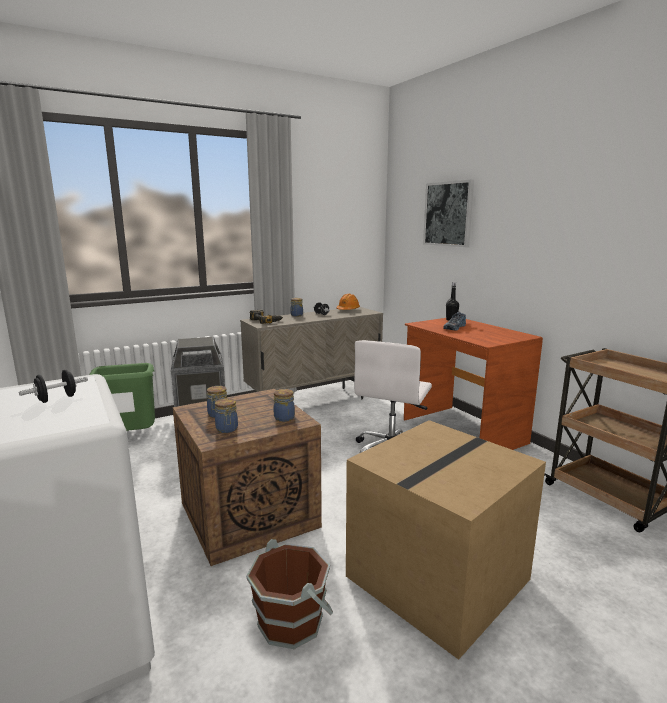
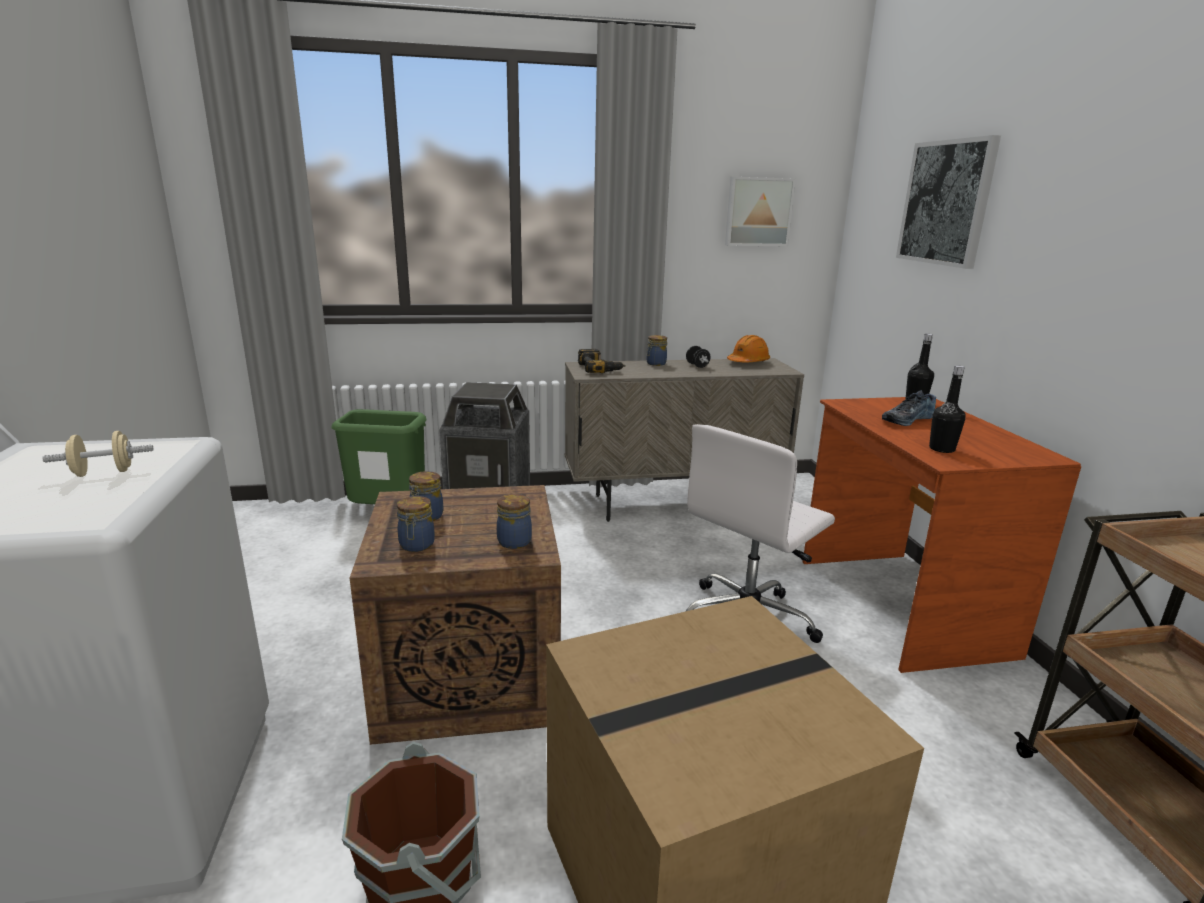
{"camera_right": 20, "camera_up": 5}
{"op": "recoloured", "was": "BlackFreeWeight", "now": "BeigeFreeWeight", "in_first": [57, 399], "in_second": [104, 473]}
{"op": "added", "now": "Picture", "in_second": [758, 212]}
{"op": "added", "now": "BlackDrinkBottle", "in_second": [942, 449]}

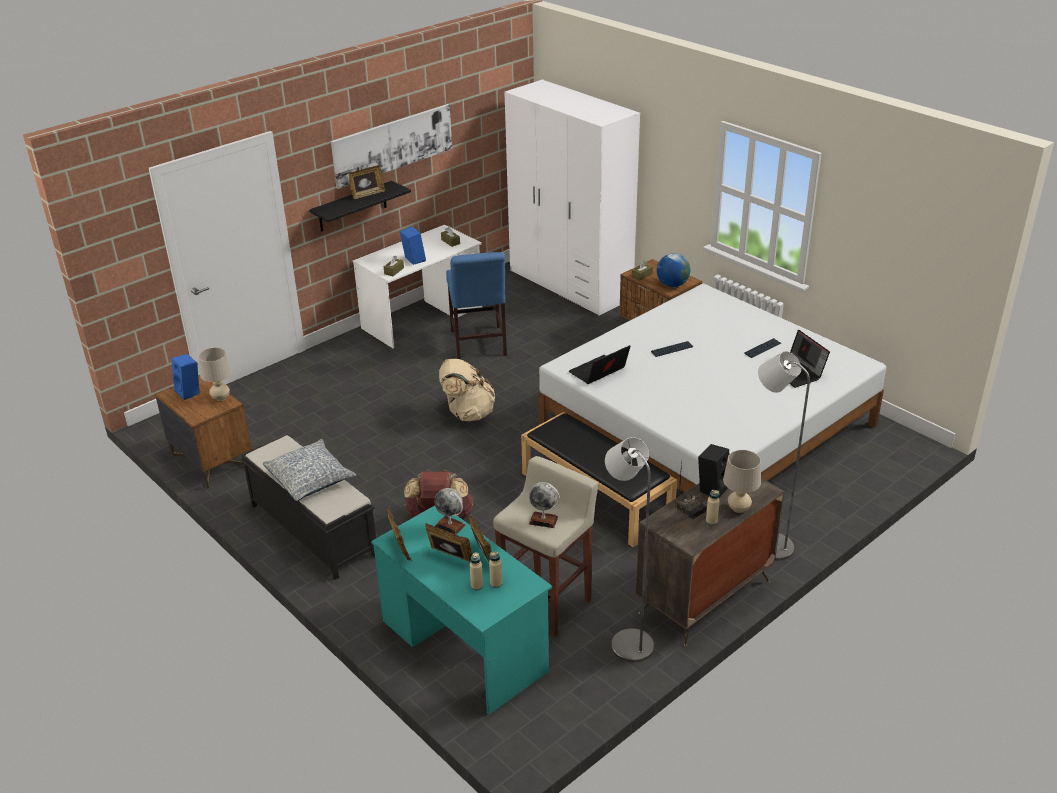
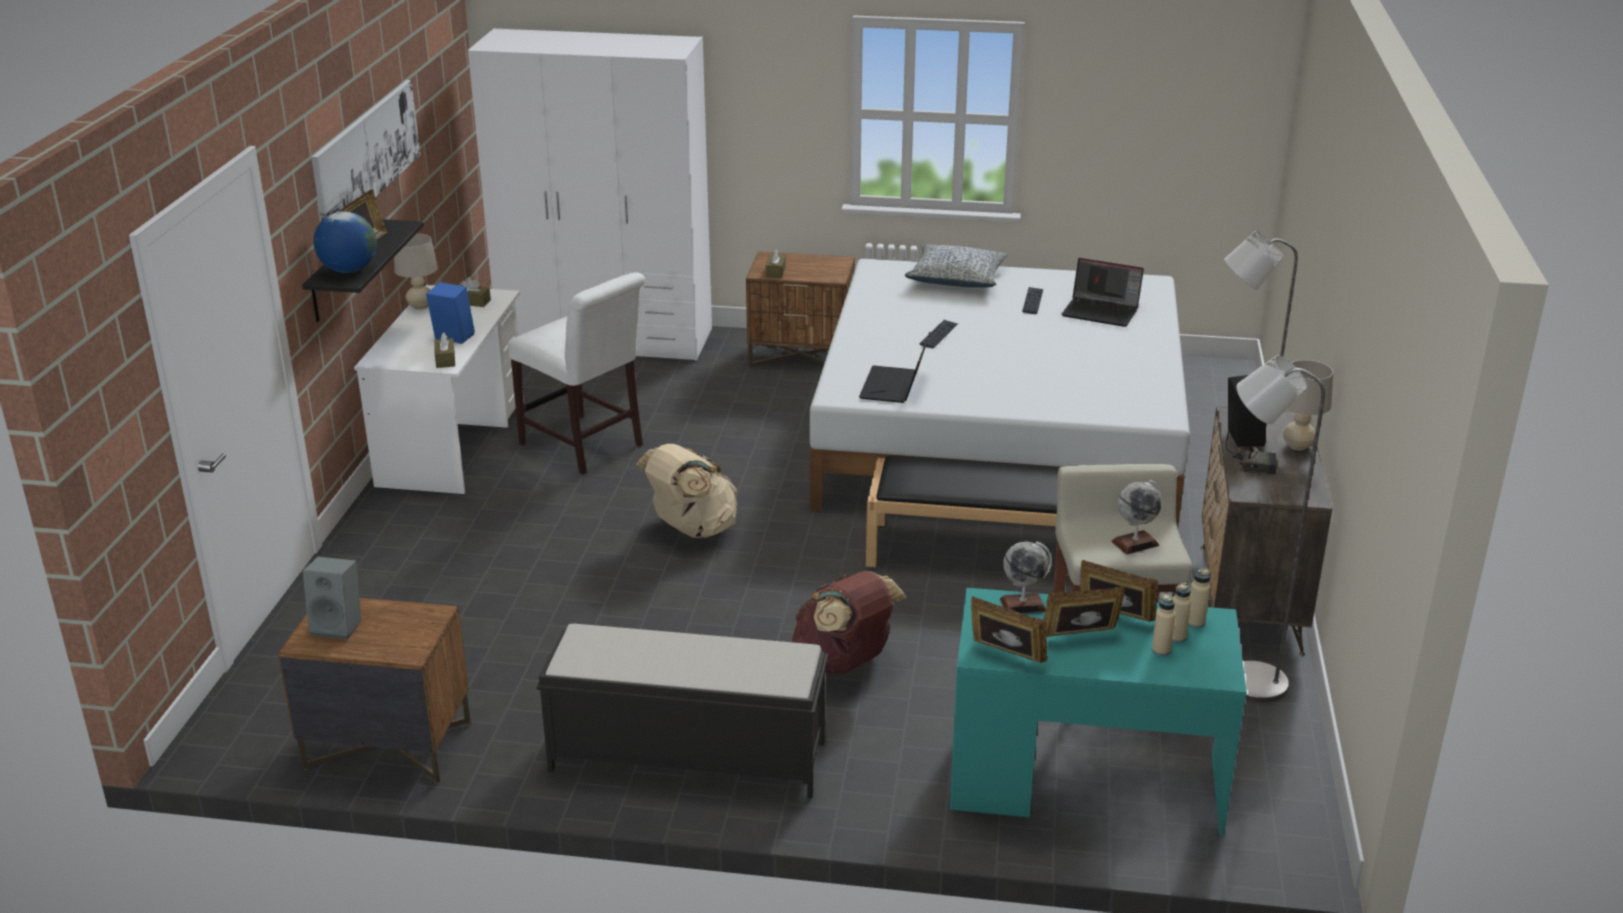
{"camera_right": -40, "camera_up": -5}
{"op": "recoloured", "was": "BlueColouredChair", "now": "WhitishChair", "in_first": [478, 345], "in_second": [585, 447]}
{"op": "moved", "was": "DeskGlobe", "in_first": [672, 285], "in_second": [349, 270]}
{"op": "moved", "was": "BeigeTabletopLamp", "in_first": [220, 398], "in_second": [420, 306]}
{"op": "recoloured", "was": "BlueColouredAudioSpeaker", "now": "GreyishAudioSpeaker", "in_first": [190, 392], "in_second": [339, 626]}
{"op": "moved", "was": "ThrowPillow", "in_first": [310, 479], "in_second": [957, 279]}
{"op": "moved", "was": "BeigeDrinkBottle", "in_first": [711, 521], "in_second": [1195, 622]}

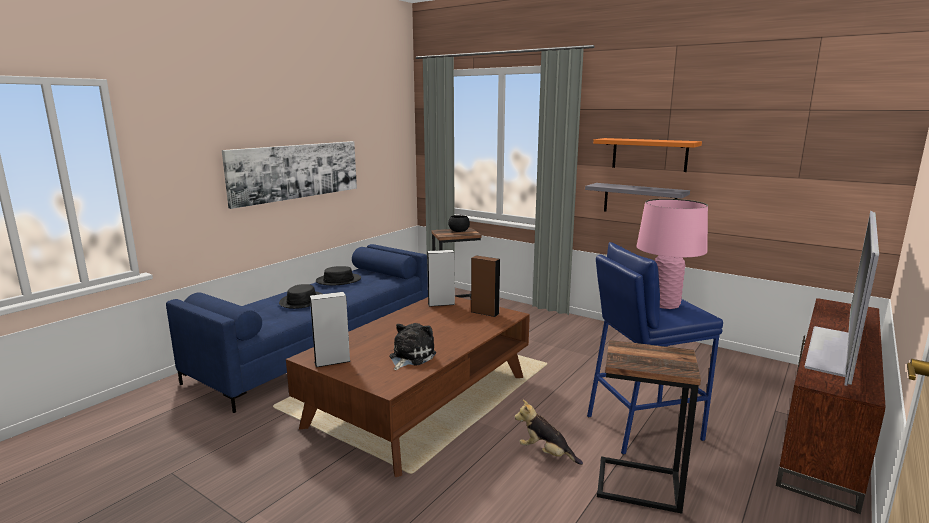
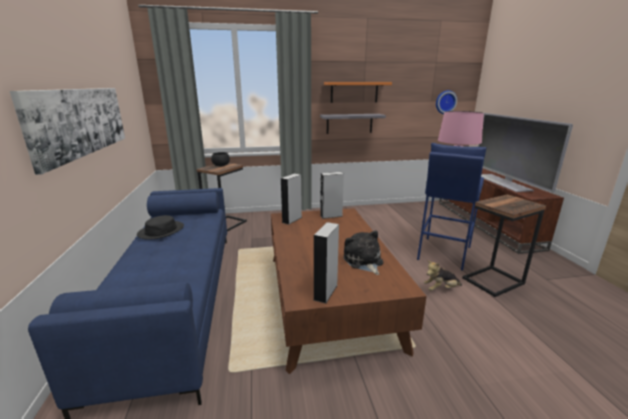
{"camera_right": -45, "camera_up": 5}
{"op": "recoloured", "was": "BrownishAudioSpeaker", "now": "GreyishAudioSpeaker", "in_first": [485, 312], "in_second": [331, 216]}
{"op": "removed", "was": "BlackWearableHat", "in_first": [302, 301]}
{"op": "added", "now": "WallClock", "in_second": [445, 102]}

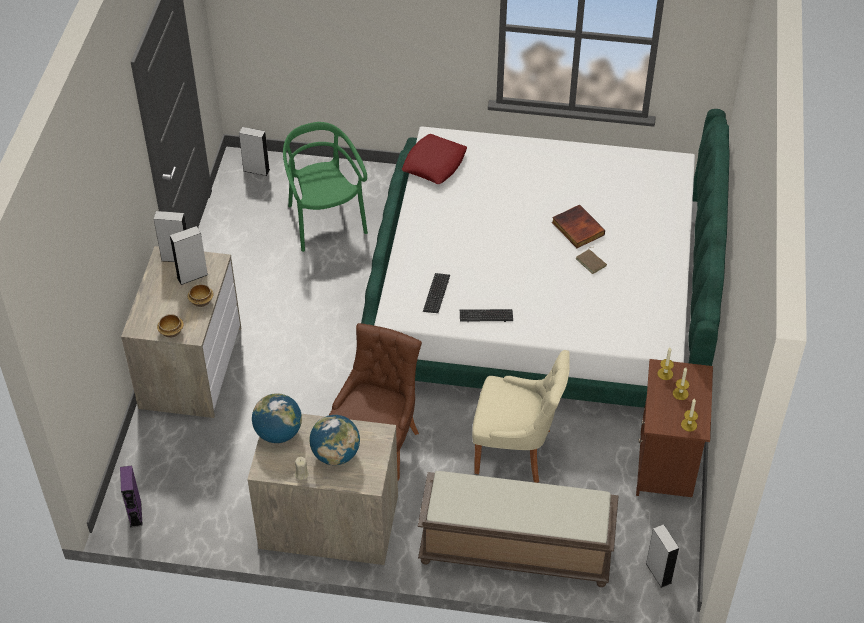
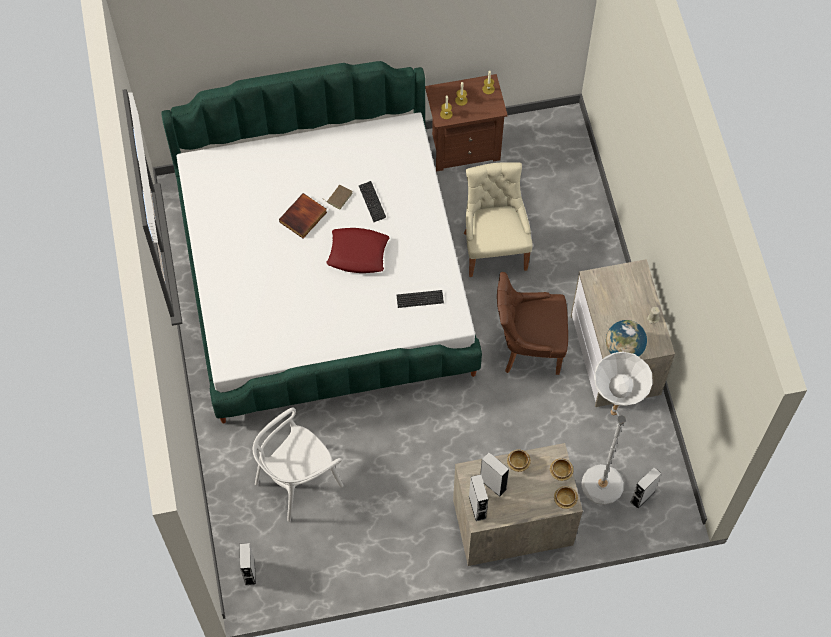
{"camera_right": -110, "camera_up": 15}
{"op": "recoloured", "was": "GreenishChair", "now": "WhitishChair", "in_first": [325, 221], "in_second": [298, 481]}
{"op": "moved", "was": "RedThrowPillow", "in_first": [434, 164], "in_second": [358, 253]}
{"op": "moved", "was": "Keyboard", "in_first": [486, 316], "in_second": [372, 202]}
{"op": "removed", "was": "DeskGlobe", "in_first": [336, 454]}
{"op": "removed", "was": "PurpleColouredAudioSpeaker", "in_first": [135, 514]}
{"op": "removed", "was": "BrownishLongSeat", "in_first": [514, 551]}
{"op": "moved", "was": "GreyishAudioSpeaker", "in_first": [658, 573], "in_second": [642, 496]}
{"op": "added", "now": "WhitishStandingLamp", "in_second": [598, 477]}
{"op": "added", "now": "Bowl", "in_second": [565, 500]}

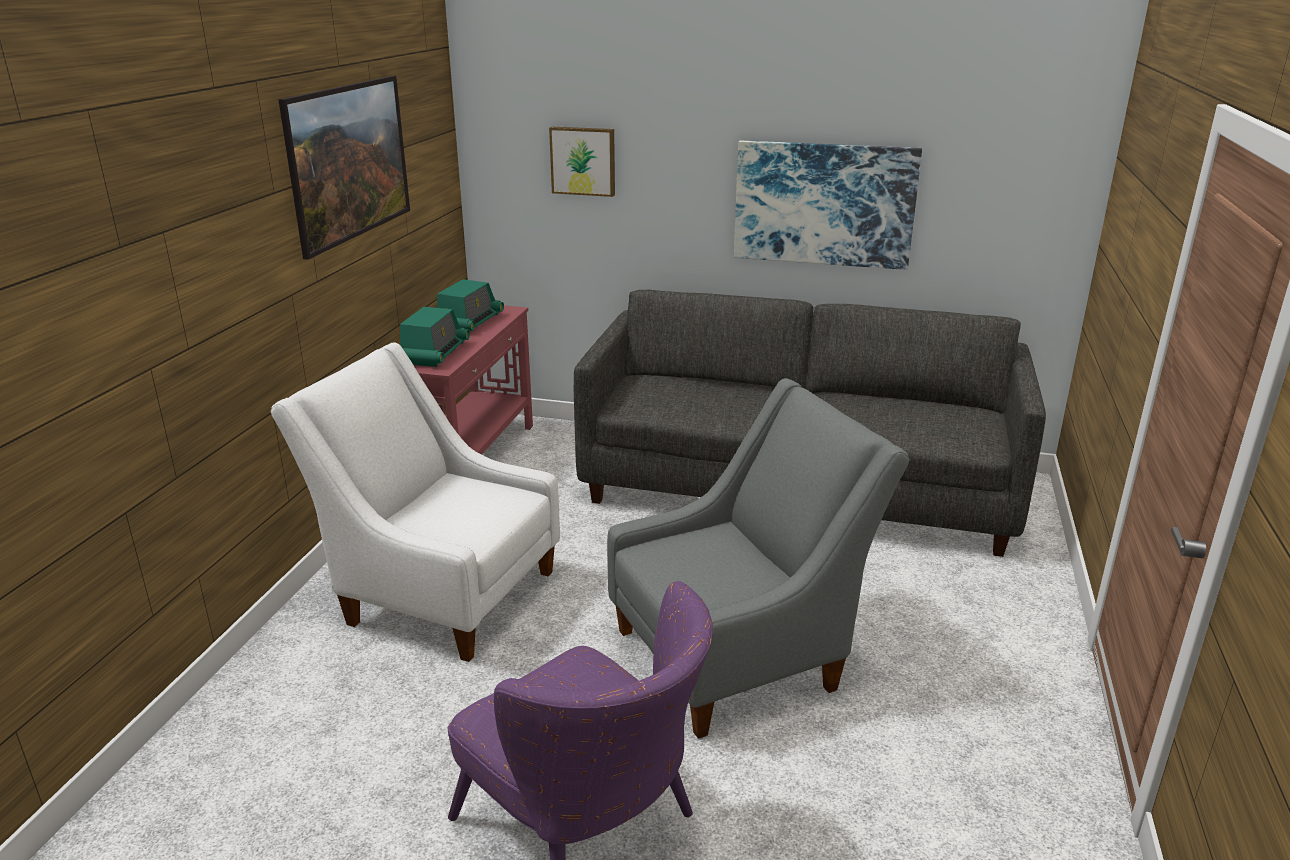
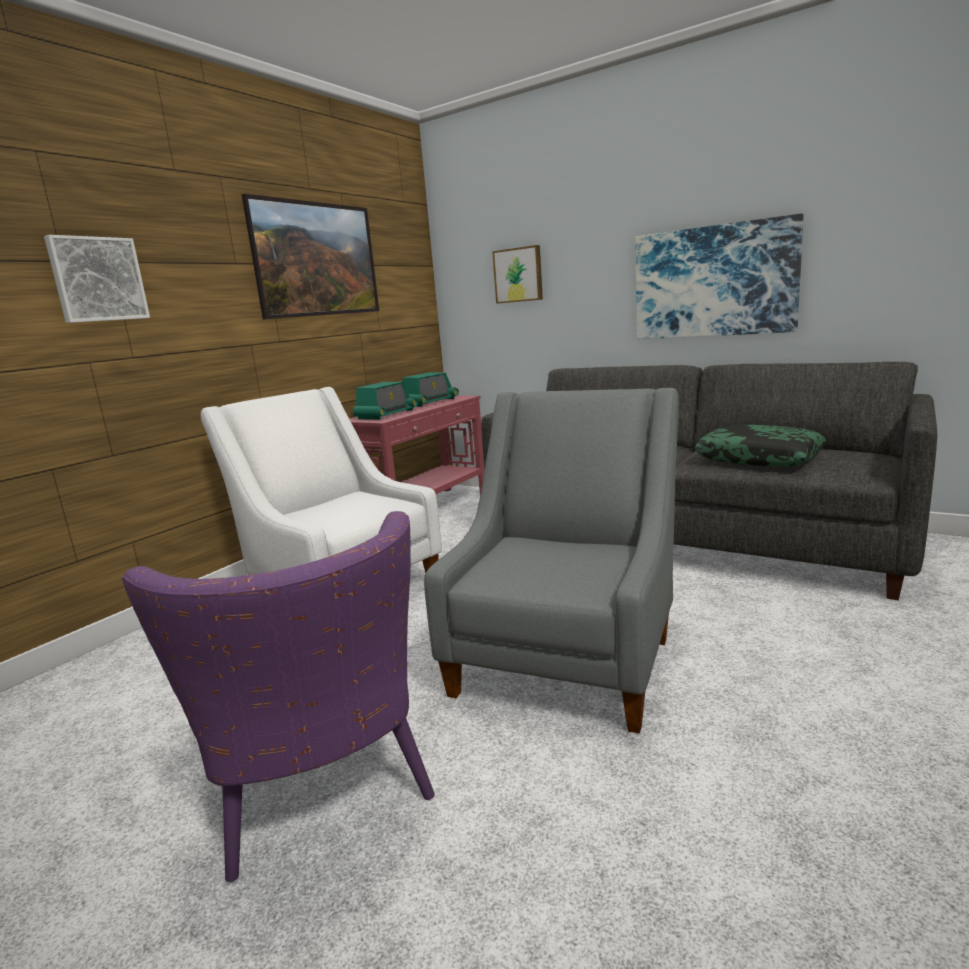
{"camera_right": 20, "camera_up": -10}
{"op": "turned", "was": "GreyishLoungeChair", "in_first": [740, 654], "in_second": [568, 657], "clockwise": -60}
{"op": "added", "now": "Picture", "in_second": [97, 279]}
{"op": "added", "now": "ThrowPillow", "in_second": [758, 458]}

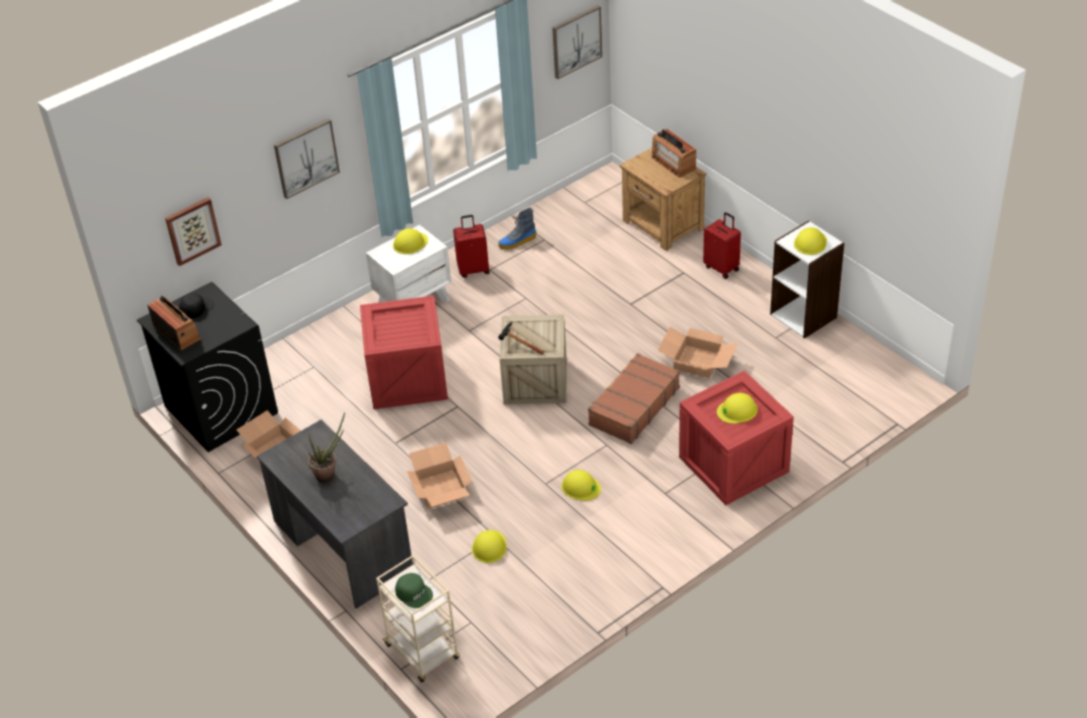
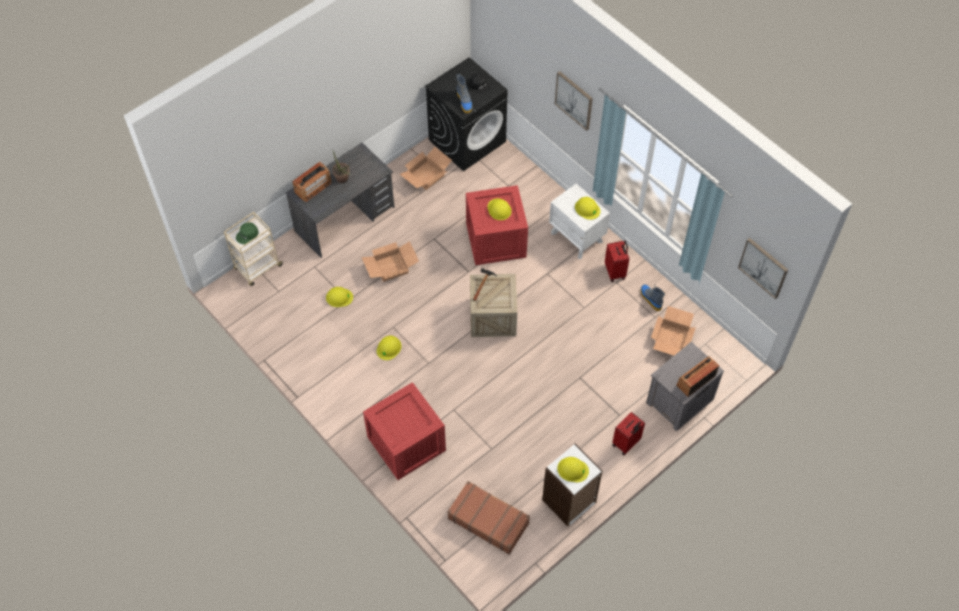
{"camera_right": 85, "camera_up": 15}
{"op": "recoloured", "was": "BrownishBedsideTable", "now": "GreyishBedsideTable", "in_first": [663, 225], "in_second": [678, 401]}
{"op": "removed", "was": "Picture", "in_first": [192, 230]}
{"op": "moved", "was": "Radio", "in_first": [177, 333], "in_second": [313, 187]}
{"op": "moved", "was": "CardboardBox", "in_first": [696, 362], "in_second": [671, 338]}
{"op": "moved", "was": "BrownishTravelCase", "in_first": [633, 406], "in_second": [488, 520]}
{"op": "moved", "was": "YellowHardHat", "in_first": [737, 410], "in_second": [499, 209]}
{"op": "added", "now": "HighTopBoot", "in_second": [464, 102]}

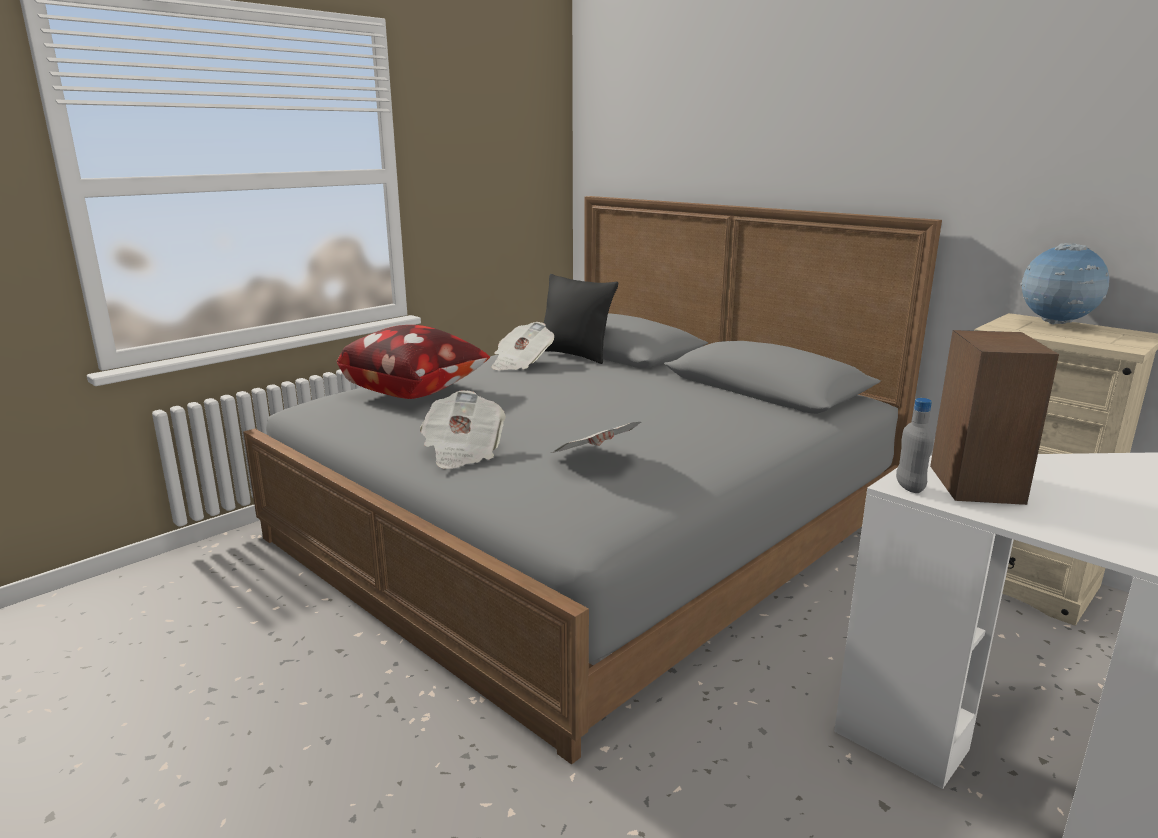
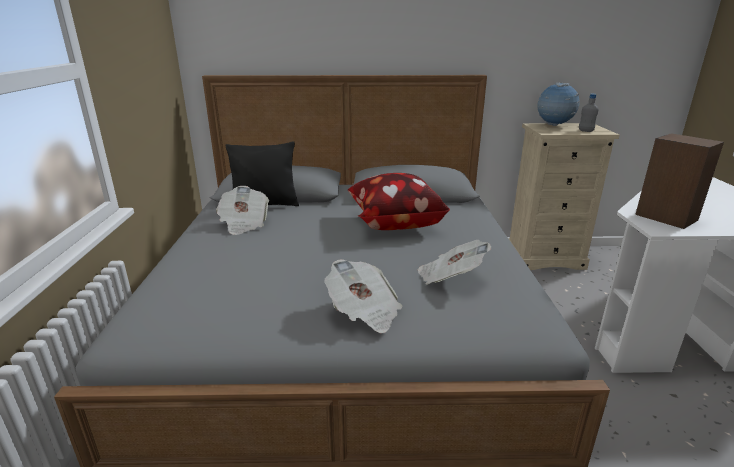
{"camera_right": -45, "camera_up": 5}
{"op": "moved", "was": "ThrowPillow", "in_first": [414, 392], "in_second": [394, 223]}
{"op": "moved", "was": "GreyishDrinkBottle", "in_first": [909, 487], "in_second": [585, 131]}

